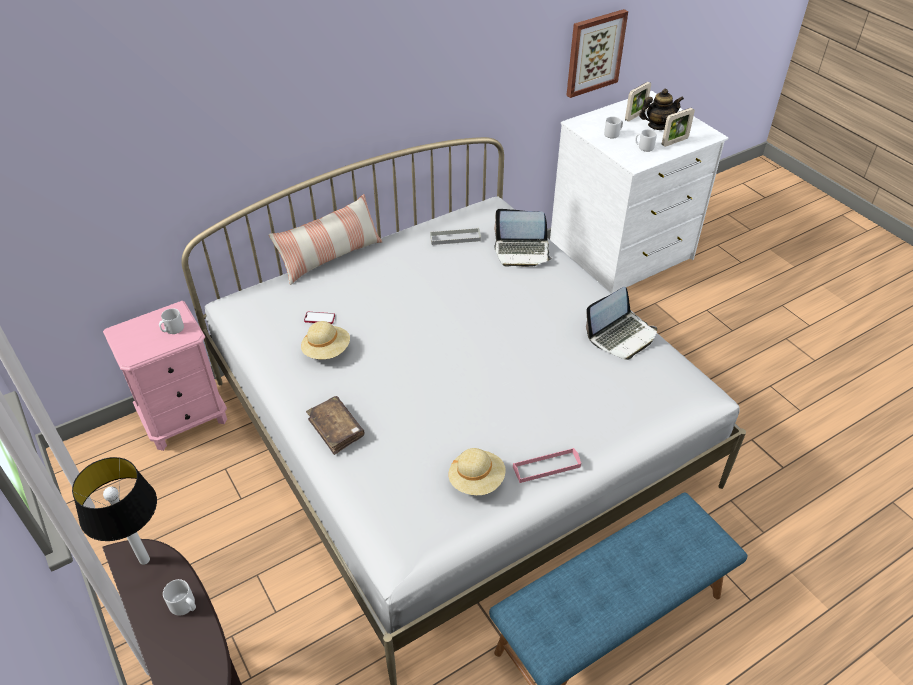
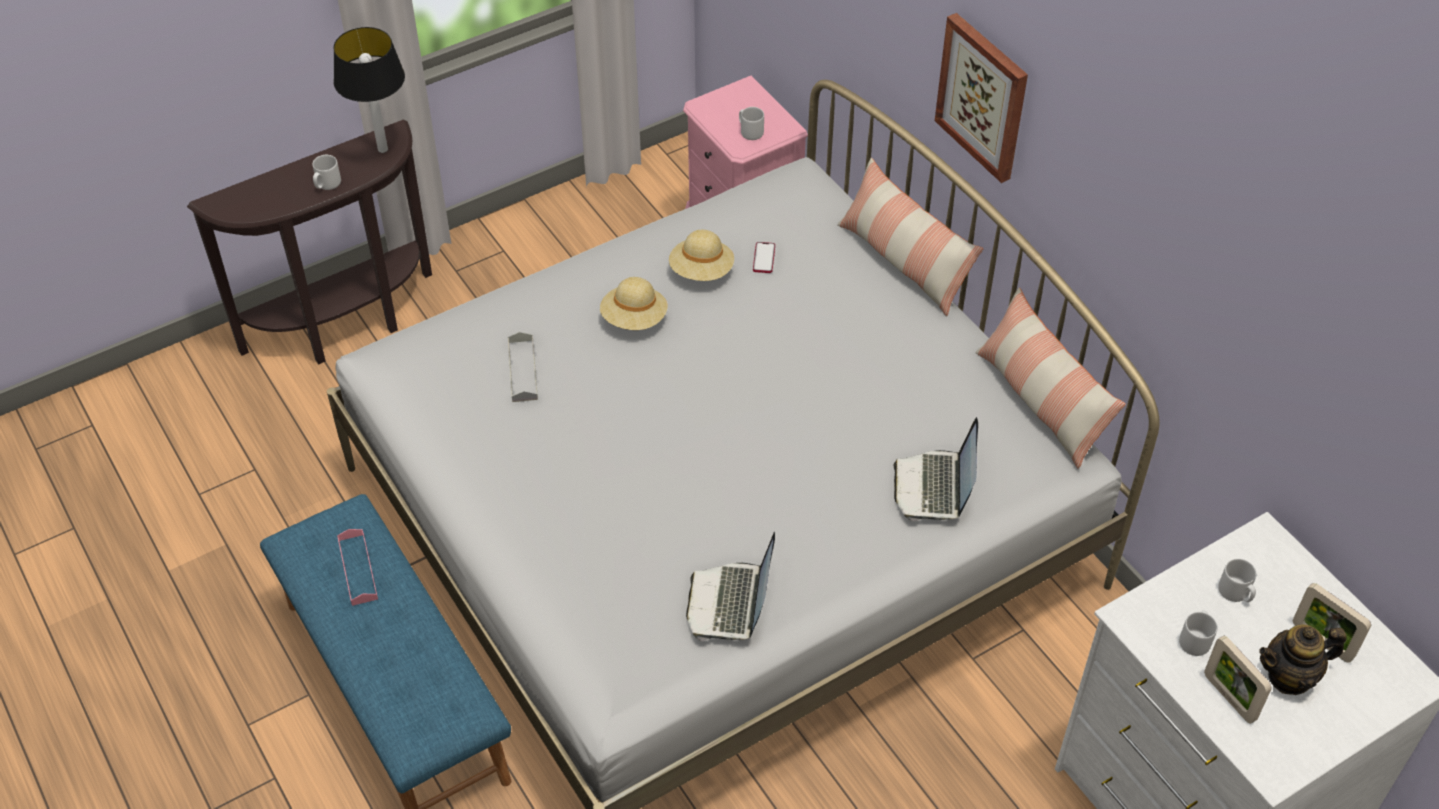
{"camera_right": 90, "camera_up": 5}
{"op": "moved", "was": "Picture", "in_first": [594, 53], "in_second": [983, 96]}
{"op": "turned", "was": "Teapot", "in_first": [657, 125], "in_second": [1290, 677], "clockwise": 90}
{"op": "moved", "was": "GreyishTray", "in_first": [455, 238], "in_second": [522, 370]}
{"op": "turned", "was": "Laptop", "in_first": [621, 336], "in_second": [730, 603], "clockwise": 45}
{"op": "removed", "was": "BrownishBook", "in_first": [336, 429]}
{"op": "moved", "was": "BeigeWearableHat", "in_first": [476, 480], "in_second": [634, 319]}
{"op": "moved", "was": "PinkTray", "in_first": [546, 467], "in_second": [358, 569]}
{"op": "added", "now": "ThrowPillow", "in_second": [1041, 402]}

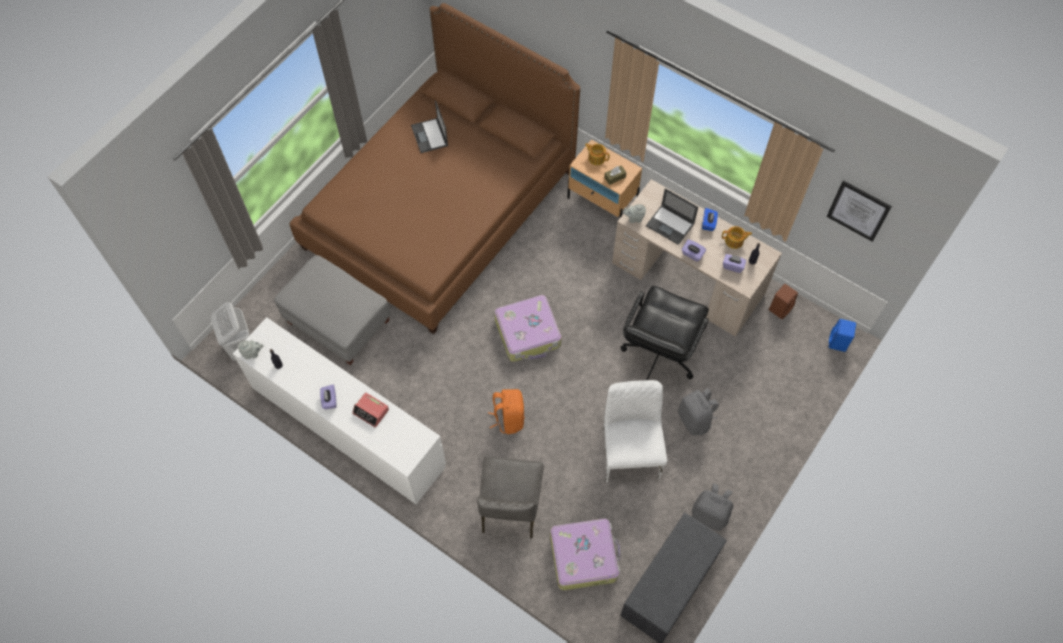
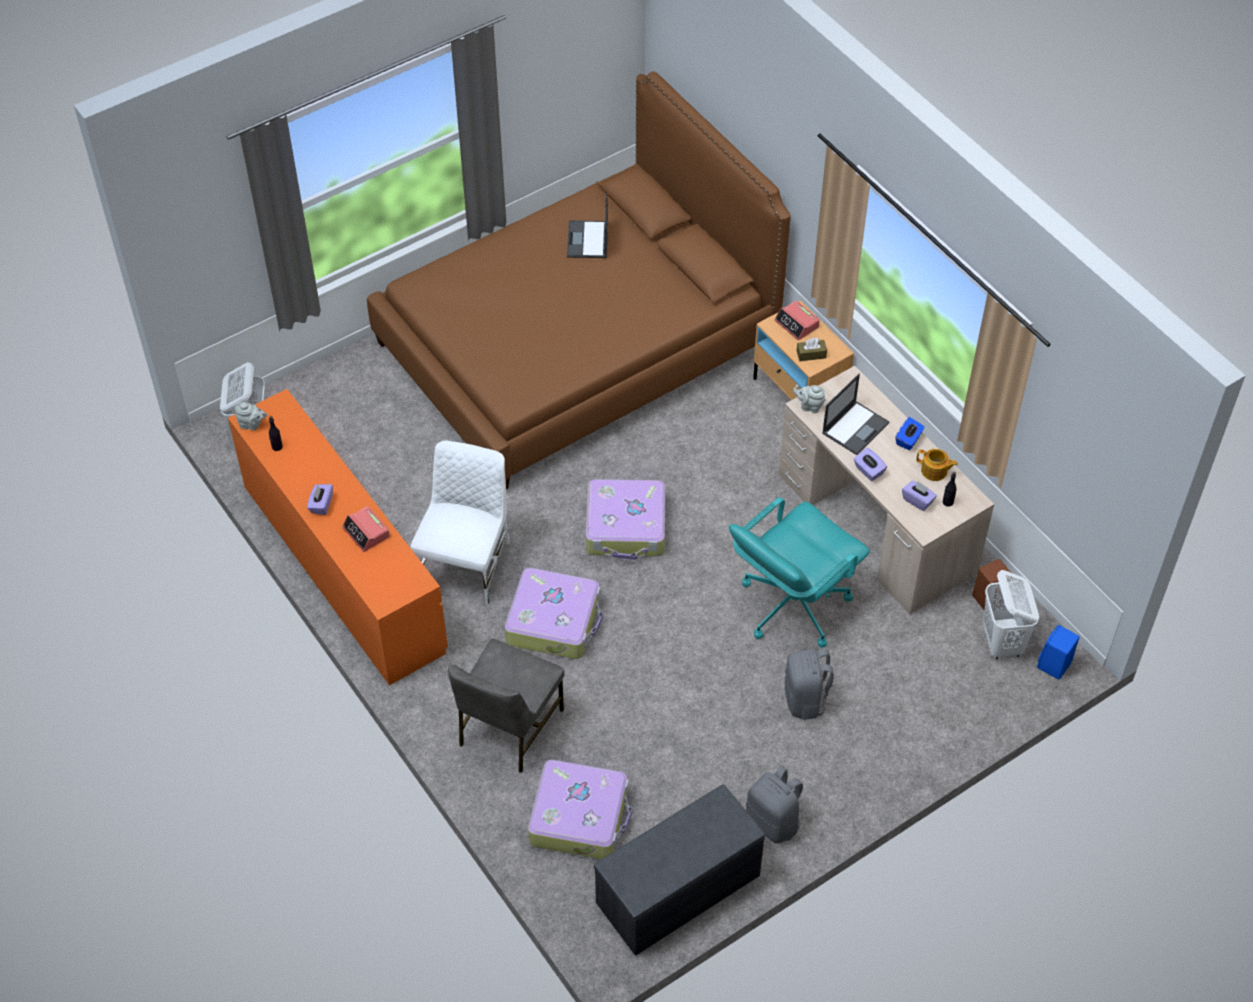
{"camera_right": 20, "camera_up": -10}
{"op": "replaced", "was": "Teapot", "now": "BedsideClock", "in_first": [596, 158], "in_second": [797, 324]}
{"op": "removed", "was": "Picture", "in_first": [858, 210]}
{"op": "turned", "was": "Laptop", "in_first": [670, 225], "in_second": [855, 427], "clockwise": -105}
{"op": "removed", "was": "GreyishOttoman", "in_first": [338, 322]}
{"op": "recoloured", "was": "BlackDeskChair", "now": "TurquoiseDeskChair", "in_first": [659, 354], "in_second": [792, 605]}
{"op": "recoloured", "was": "WhitishChestOfDrawers", "now": "OrangeColouredChestOfDrawers", "in_first": [347, 426], "in_second": [342, 567]}
{"op": "moved", "was": "WhitishChair", "in_first": [629, 451], "in_second": [467, 563]}
{"op": "replaced", "was": "OrangeColouredKnapsack", "now": "TravelCase", "in_first": [508, 418], "in_second": [554, 621]}
{"op": "added", "now": "WhitishWashingBasket", "in_second": [1002, 643]}

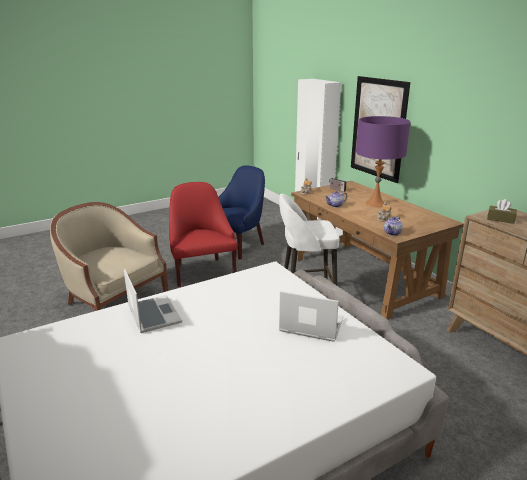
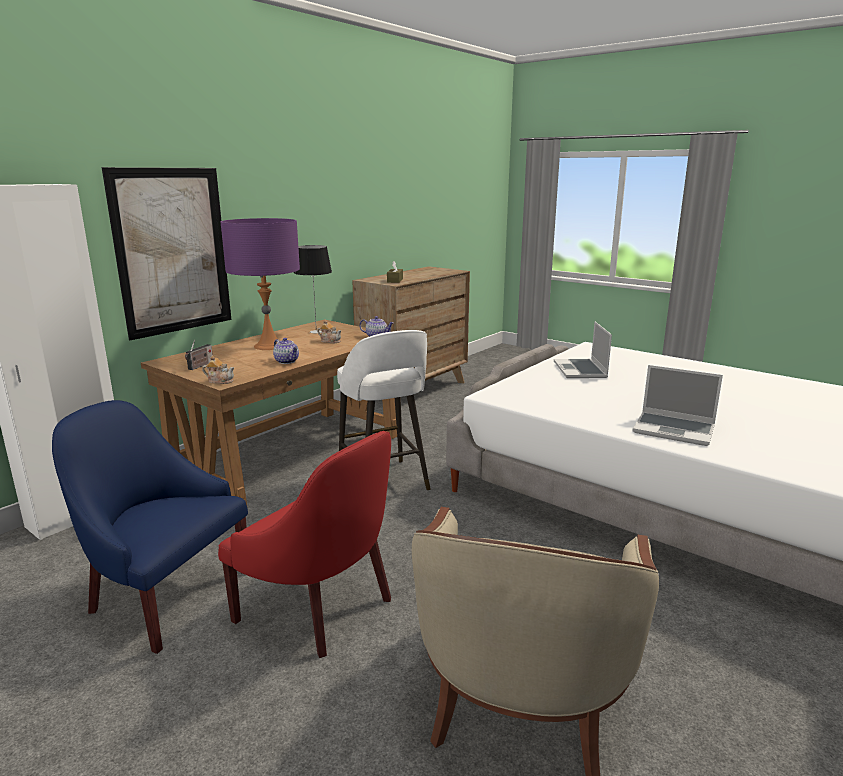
{"camera_right": -110, "camera_up": -5}
{"op": "turned", "was": "RedLoungeChair", "in_first": [202, 271], "in_second": [321, 607], "clockwise": -105}
{"op": "turned", "was": "Laptop", "in_first": [153, 315], "in_second": [674, 430], "clockwise": -105}
{"op": "added", "now": "TabletopLamp", "in_second": [316, 331]}

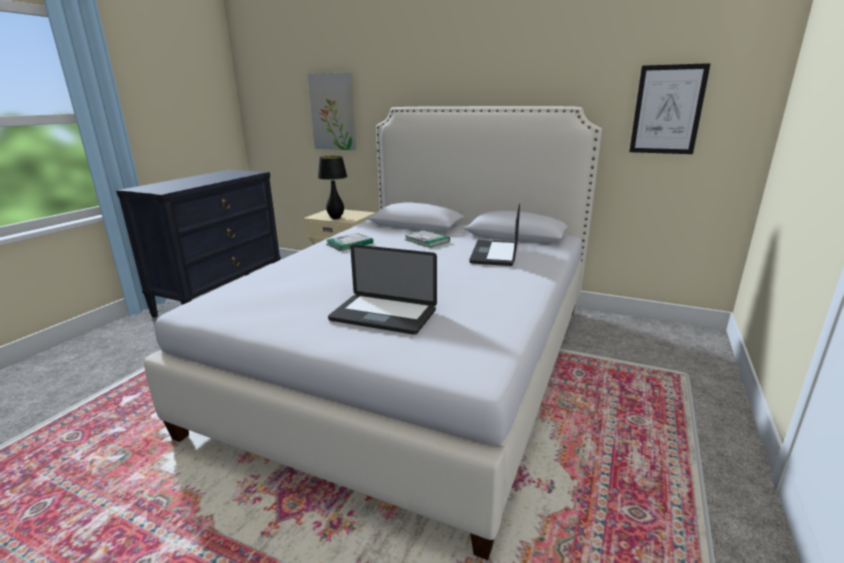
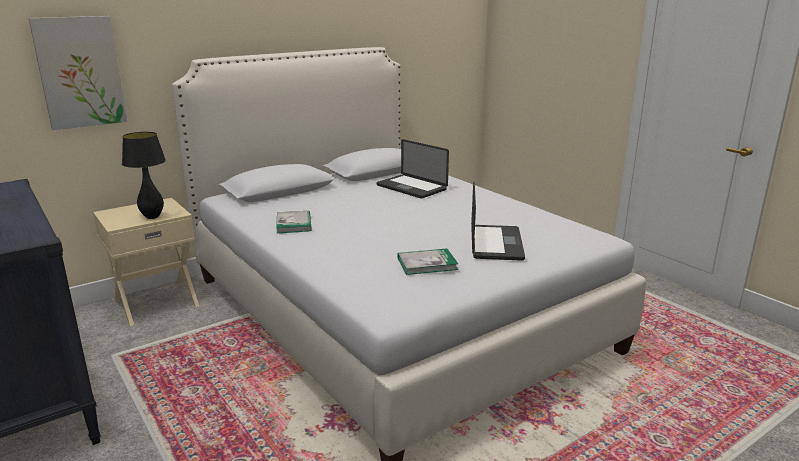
{"camera_right": -60, "camera_up": 0}
{"op": "removed", "was": "Picture", "in_first": [667, 110]}
{"op": "moved", "was": "Book", "in_first": [426, 240], "in_second": [427, 264]}
{"op": "turned", "was": "Laptop", "in_first": [383, 315], "in_second": [496, 244], "clockwise": -45}

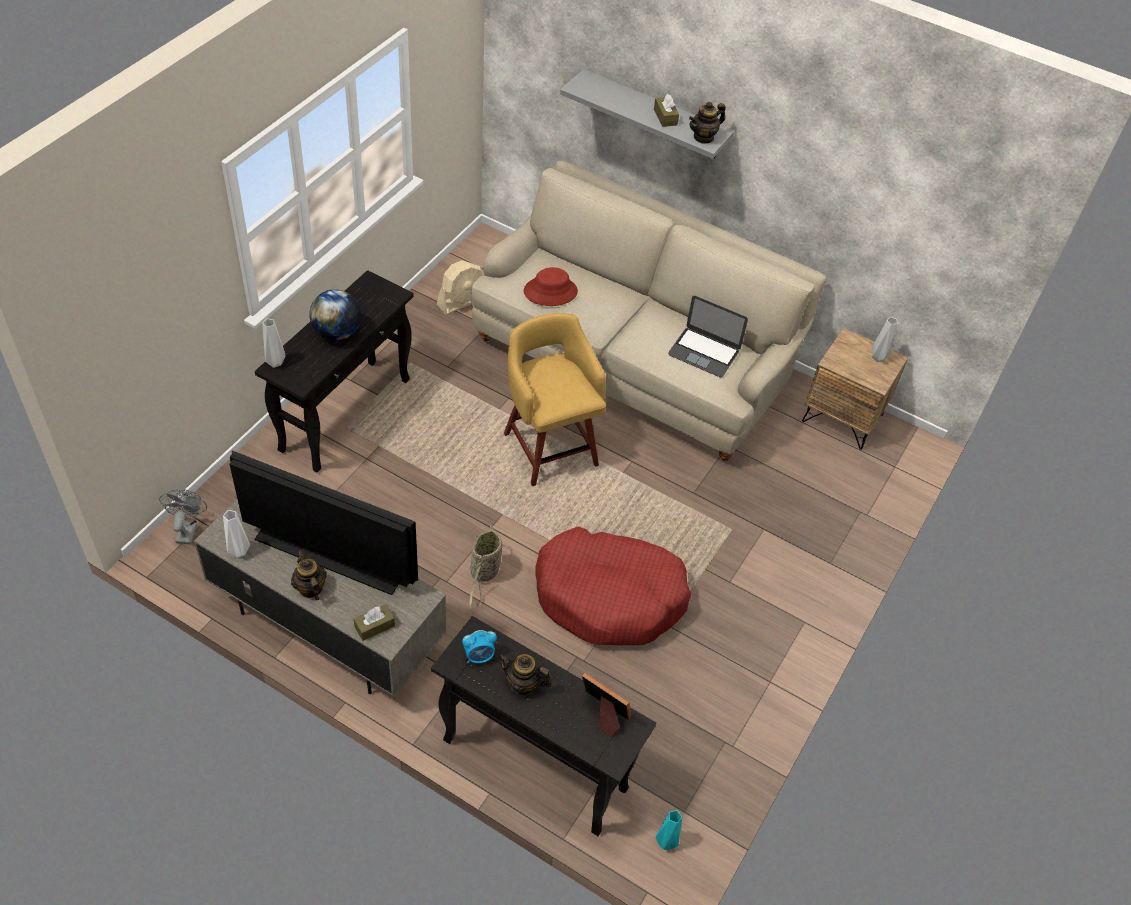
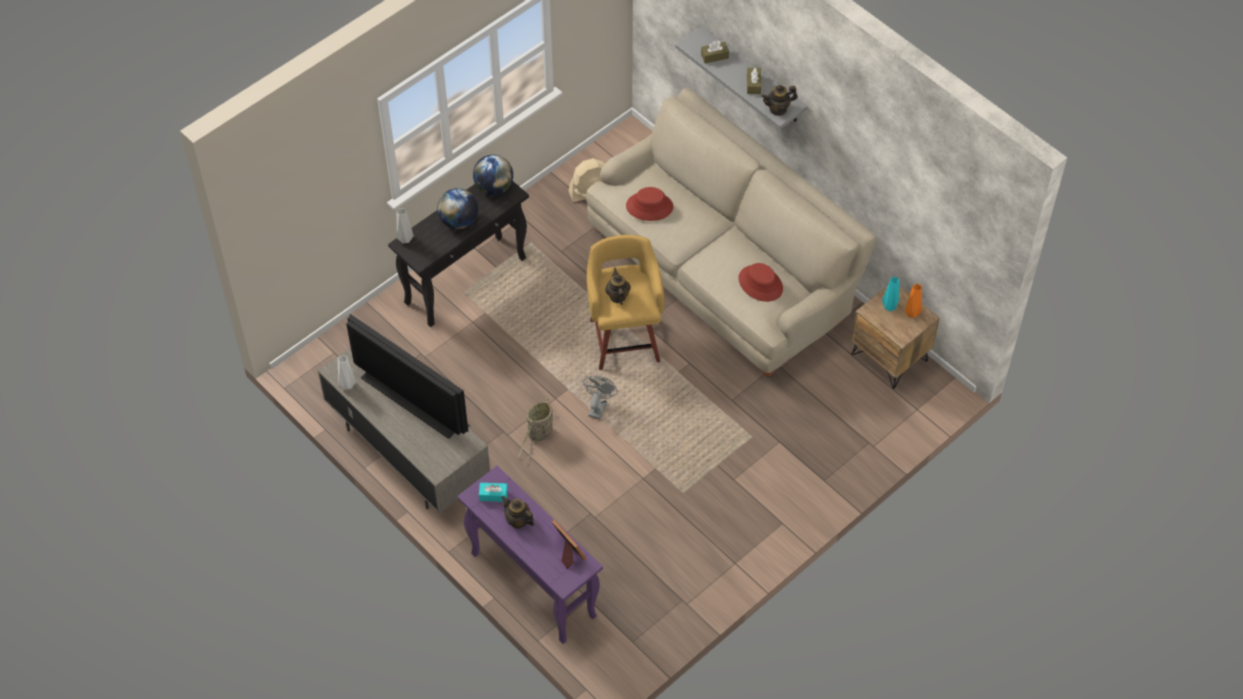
{"camera_right": 20, "camera_up": 5}
{"op": "replaced", "was": "Laptop", "now": "RedWearableHat", "in_first": [704, 352], "in_second": [760, 283]}
{"op": "recoloured", "was": "GreyishDecorativeVase", "now": "OrangeColouredDecorativeVase", "in_first": [877, 357], "in_second": [911, 313]}
{"op": "moved", "was": "GreyishElectricFan", "in_first": [187, 529], "in_second": [598, 406]}
{"op": "removed", "was": "RedDogBed", "in_first": [609, 596]}
{"op": "moved", "was": "Teapot", "in_first": [310, 588], "in_second": [617, 296]}
{"op": "moved", "was": "BrownishBoxOfTissues", "in_first": [374, 626], "in_second": [714, 56]}
{"op": "recoloured", "was": "BlackConsoleTable", "now": "PurpleColouredConsoleTable", "in_first": [533, 764], "in_second": [532, 584]}
{"op": "replaced", "was": "BedsideClock", "now": "TurquoiseBoxOfTissues", "in_first": [479, 656], "in_second": [493, 495]}
{"op": "moved", "was": "TurquoiseDecorativeVase", "in_first": [666, 841], "in_second": [889, 306]}
{"op": "added", "now": "DeskGlobe", "in_second": [494, 187]}

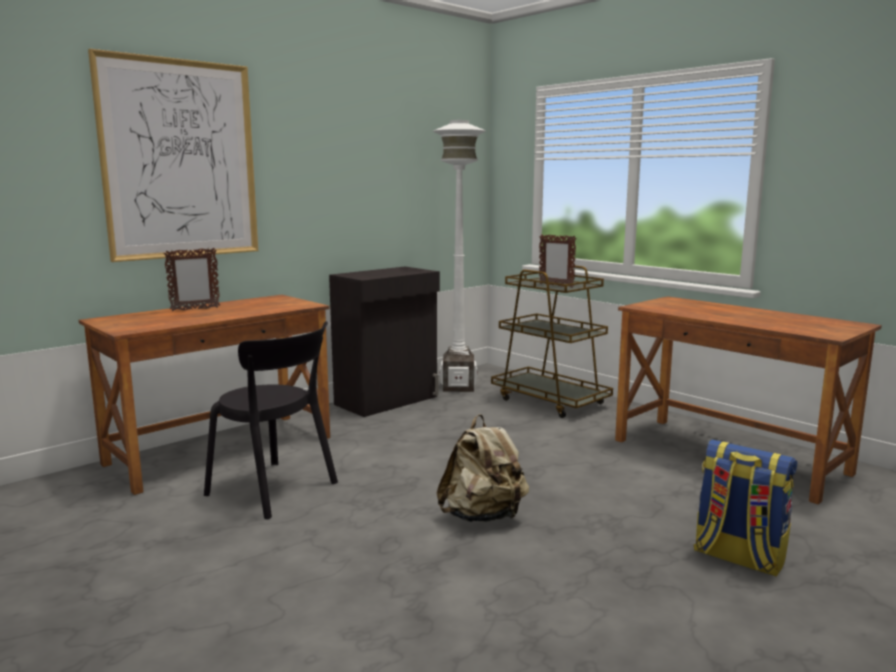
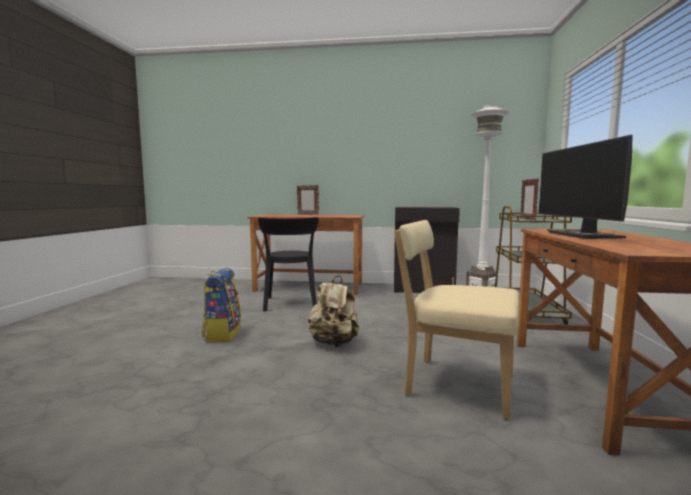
{"camera_right": 50, "camera_up": -5}
{"op": "removed", "was": "Picture", "in_first": [180, 160]}
{"op": "moved", "was": "Knapsack", "in_first": [738, 557], "in_second": [222, 334]}
{"op": "added", "now": "ComputerDisplay", "in_second": [584, 235]}
{"op": "added", "now": "BeigeChair", "in_second": [454, 384]}

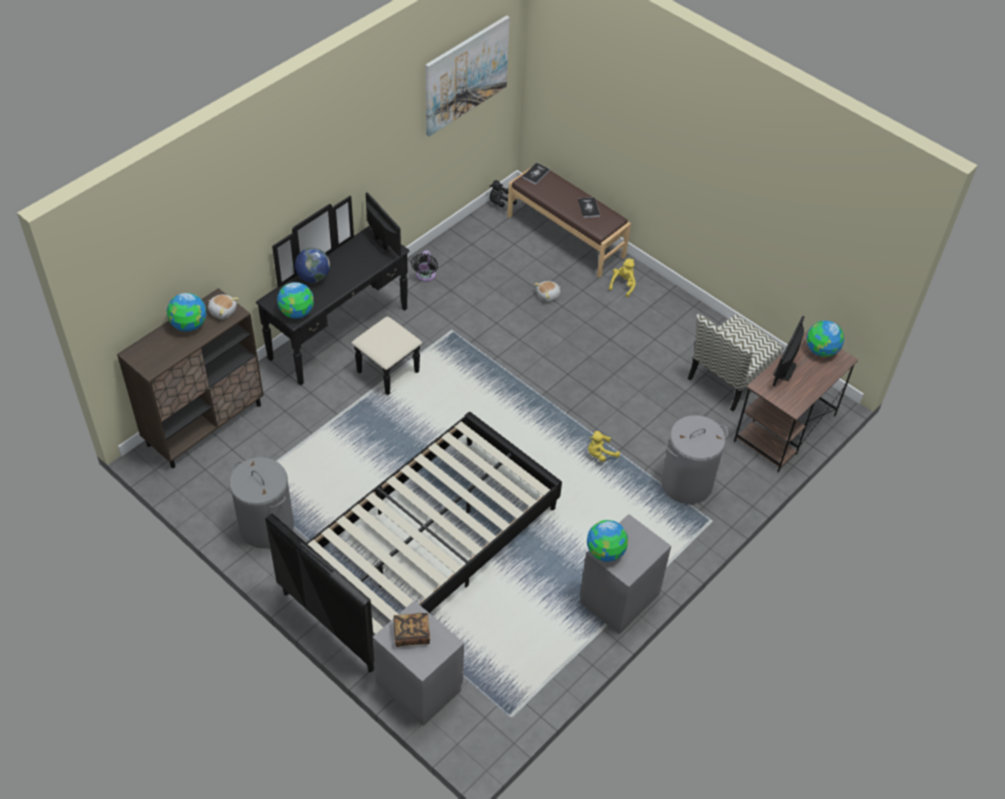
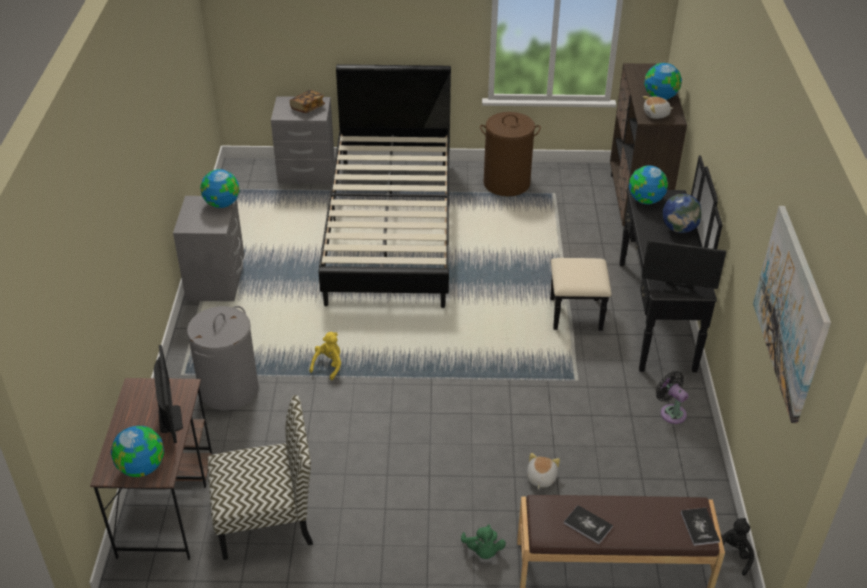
{"camera_right": 140, "camera_up": -10}
{"op": "recoloured", "was": "YellowPlushToy", "now": "GreenishPlushToy", "in_first": [623, 285], "in_second": [483, 551]}
{"op": "turned", "was": "Chair", "in_first": [729, 379], "in_second": [267, 519], "clockwise": 75}
{"op": "recoloured", "was": "GreyishWashingBasket", "now": "BrownishWashingBasket", "in_first": [266, 526], "in_second": [506, 183]}

